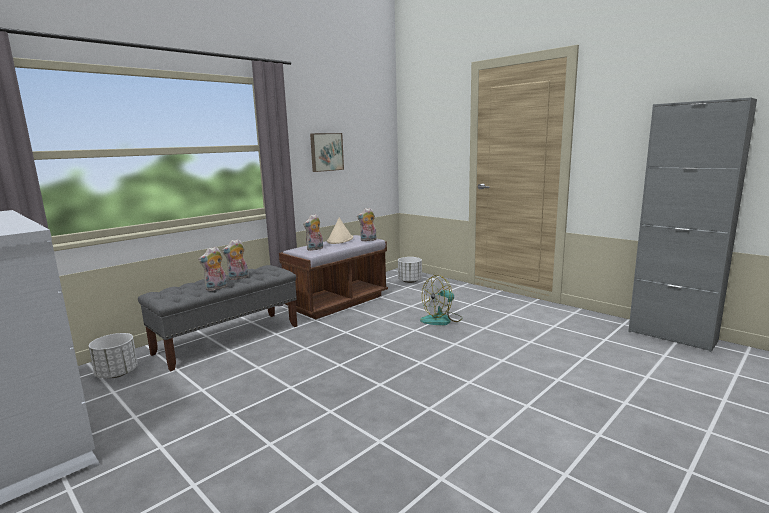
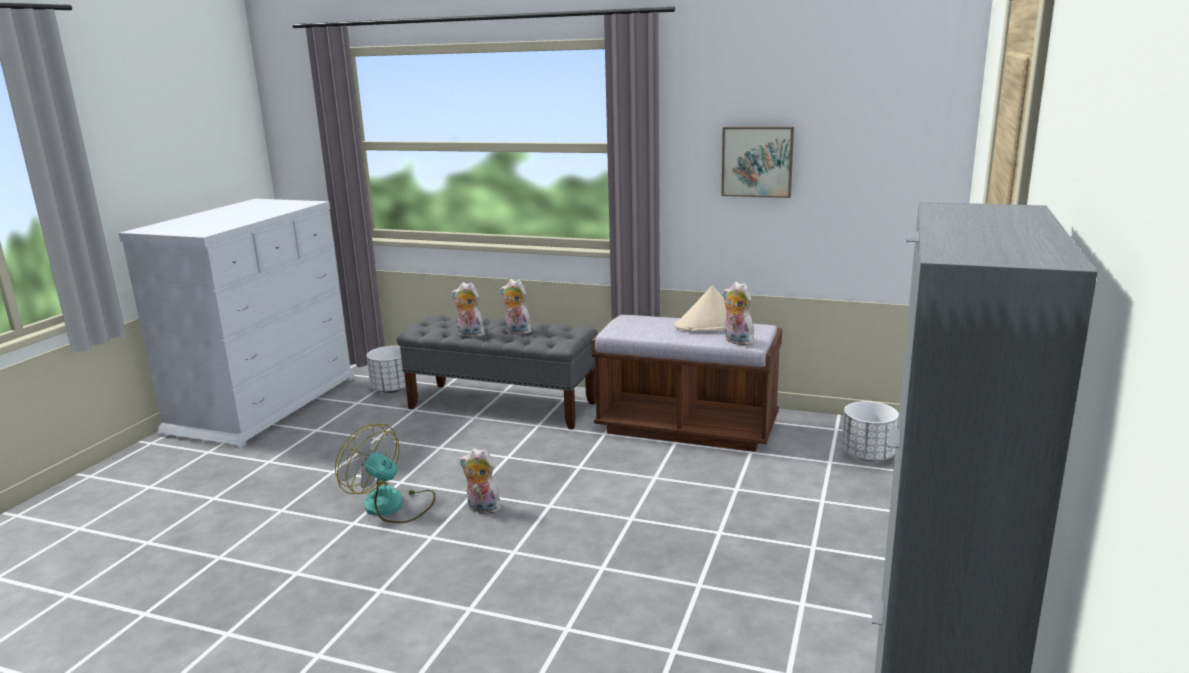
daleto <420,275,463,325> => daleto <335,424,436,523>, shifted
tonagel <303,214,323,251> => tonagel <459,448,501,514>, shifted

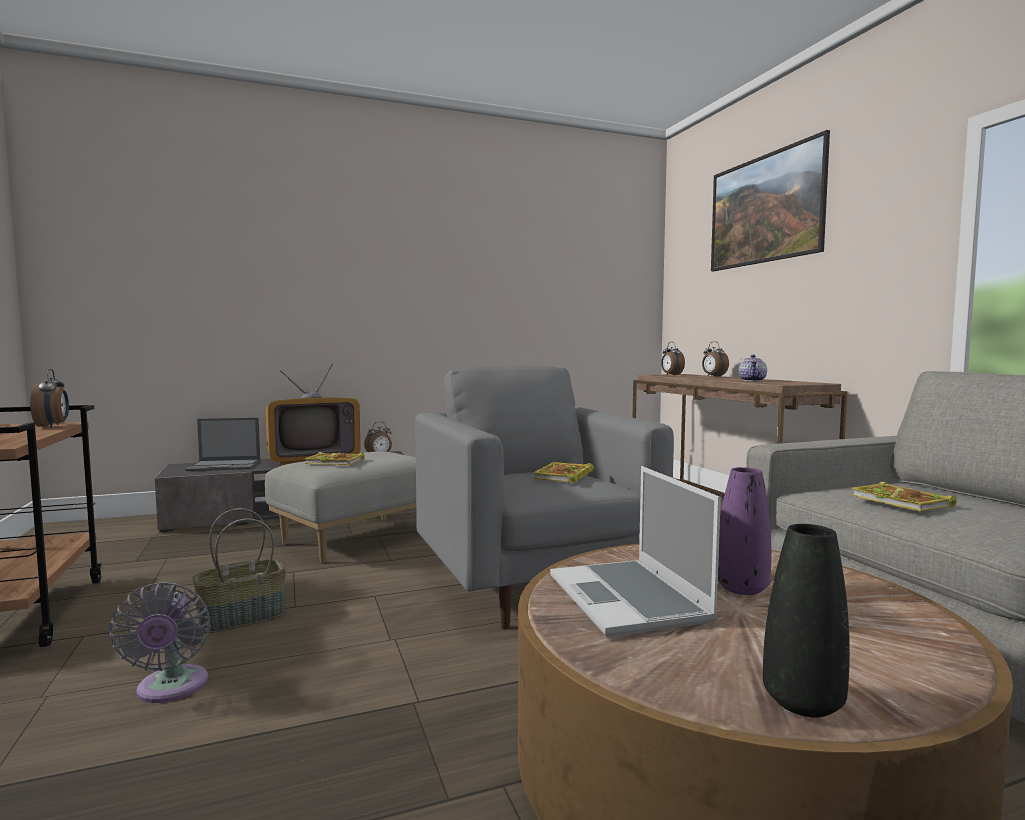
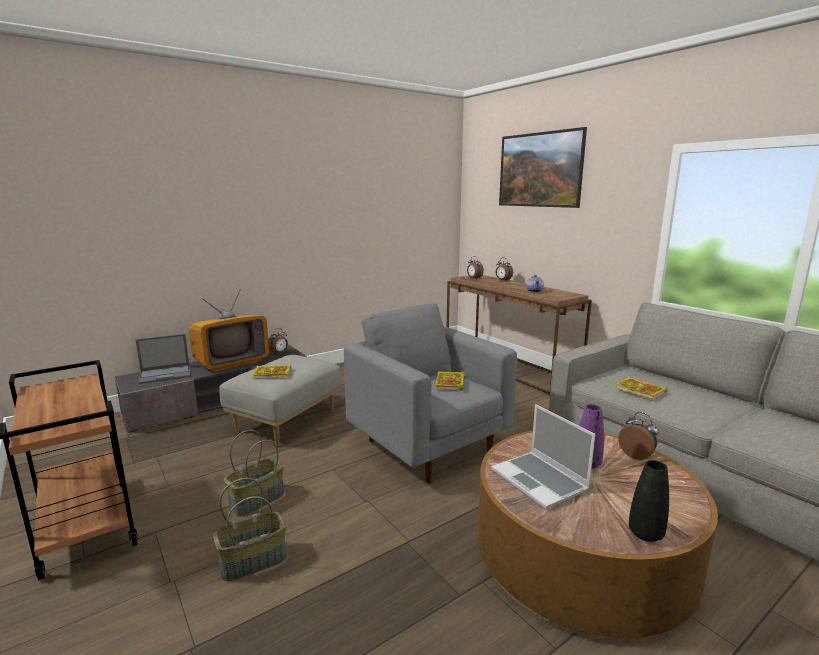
daleto (grey) <109,582,211,703> => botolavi <213,478,287,582>
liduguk <30,369,69,427> => liduguk <618,412,659,460>, shifted

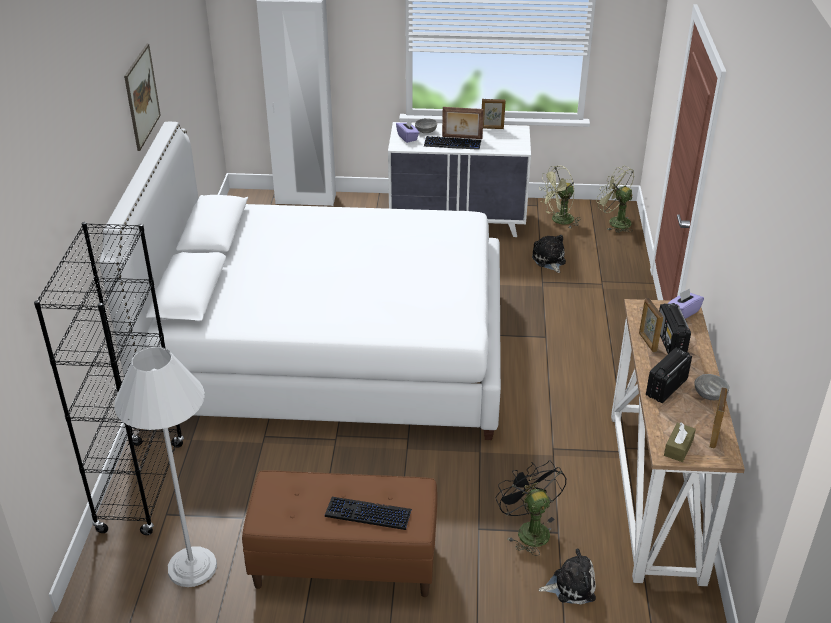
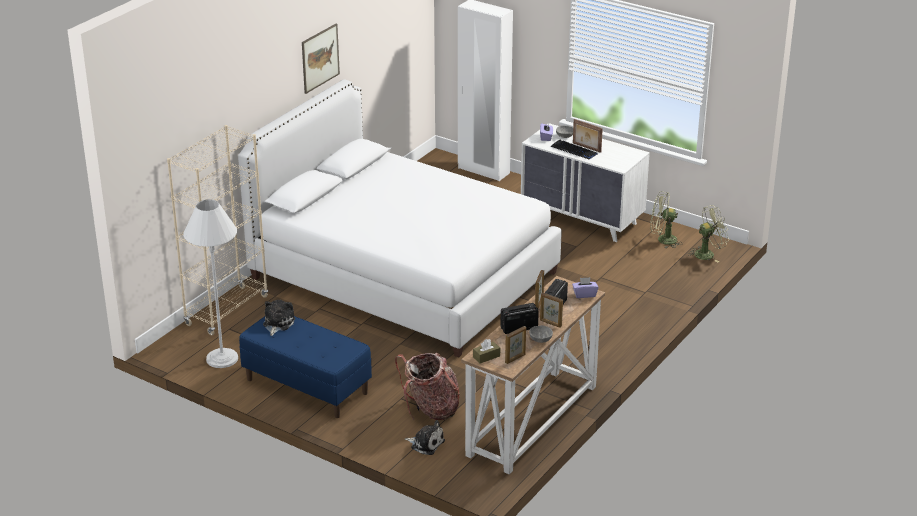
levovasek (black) <34,222,184,535> => levovasek (beige) <167,125,268,335>
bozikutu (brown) <242,471,437,597> => bozikutu (blue) <239,316,372,418>
tonagel <532,235,566,273> => tonagel <263,300,295,336>, shifted
daleto (black) <496,460,567,556> => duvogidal <395,352,460,420>
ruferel <482,99,506,129> => ruferel <540,292,563,328>, shifted
daleto (green) <596,166,634,233> => daleto (green) <687,205,729,262>, 90 degrees clockwise
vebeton <325,497,412,530> => nothing

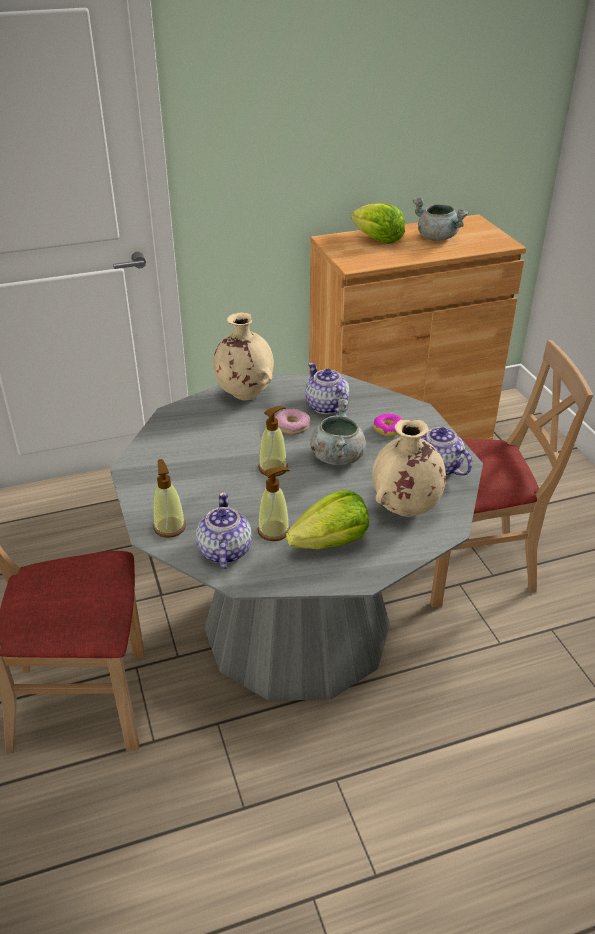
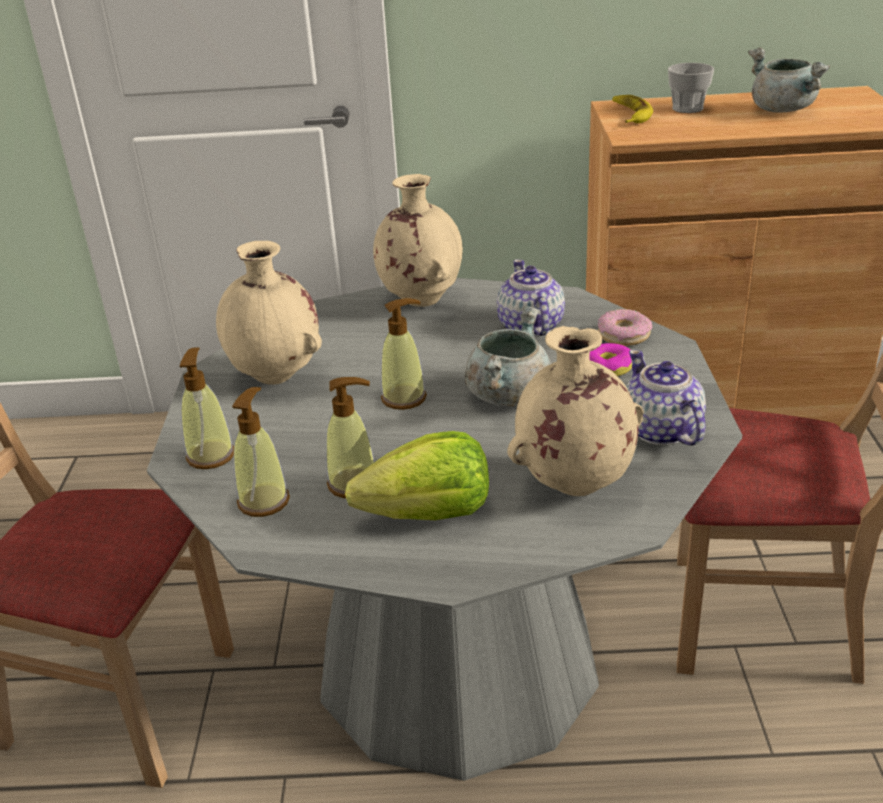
nothing => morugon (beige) <216,241,322,385>
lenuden <196,492,252,570> => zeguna <232,387,290,517>
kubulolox <275,409,311,435> => kubulolox <598,309,652,346>, shifted
nothing => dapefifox <612,95,653,123>
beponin <351,203,405,244> => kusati <668,63,714,113>

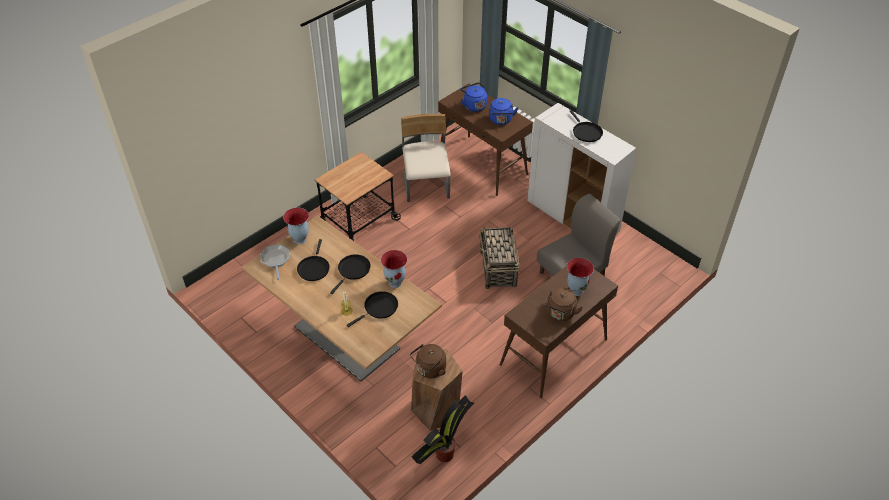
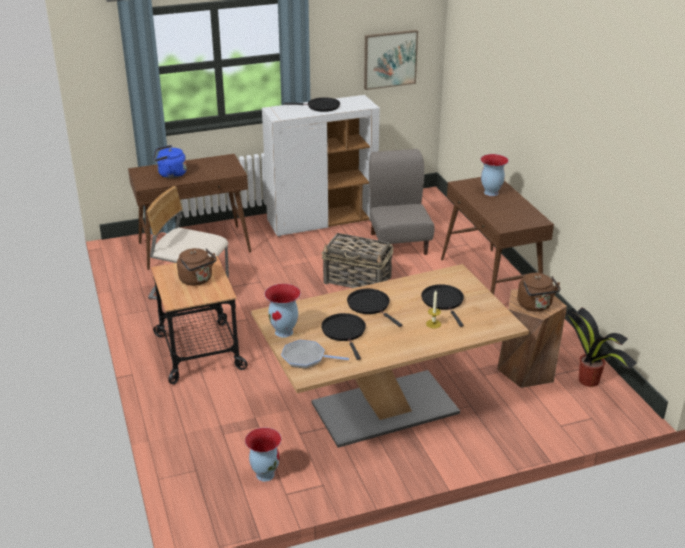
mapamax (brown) <545,288,583,321> => mapamax (brown) <177,248,217,286>, shifted
morugon <381,250,407,288> => morugon <245,428,281,482>, shifted
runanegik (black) <297,239,330,281> => runanegik (black) <321,313,366,360>, 135 degrees counterclockwise
nothing => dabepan <364,30,418,90>
mapamax (blue) <489,98,518,125> => nothing

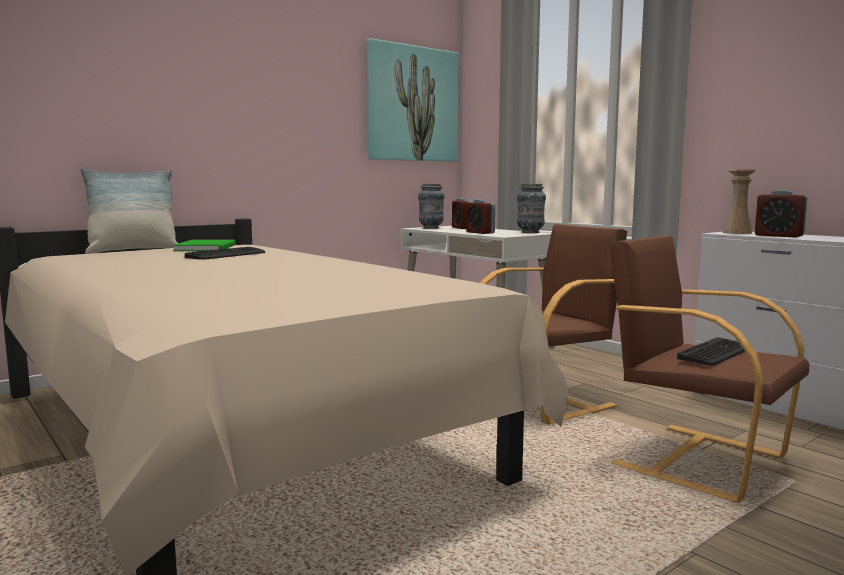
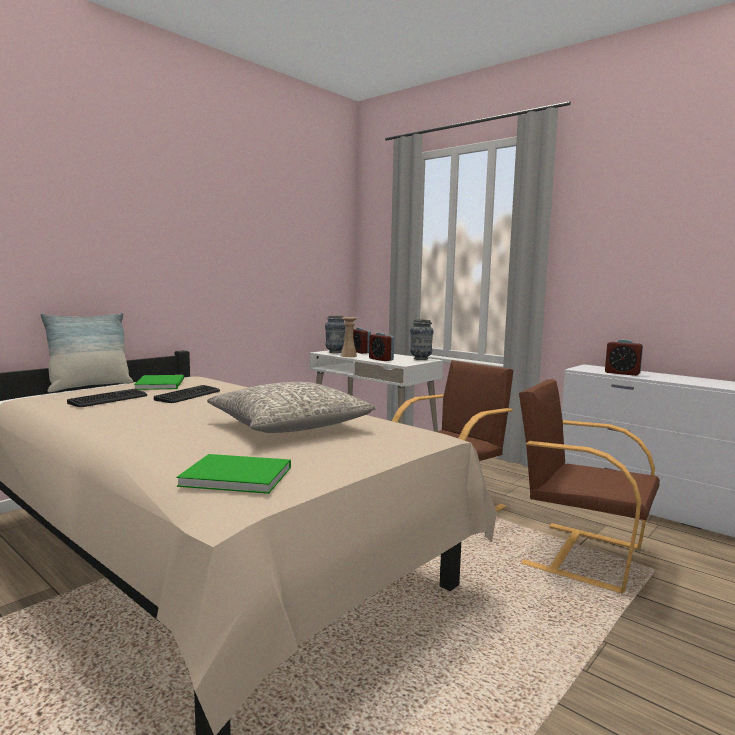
vebeton <677,337,745,365> => vebeton <67,389,147,407>, shifted
nothing => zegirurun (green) <176,454,291,494>
nothing => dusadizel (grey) <207,382,376,433>
morugon (beige) <723,169,756,234> => morugon (beige) <341,317,357,357>, shifted
dabepan <367,38,459,162> => nothing

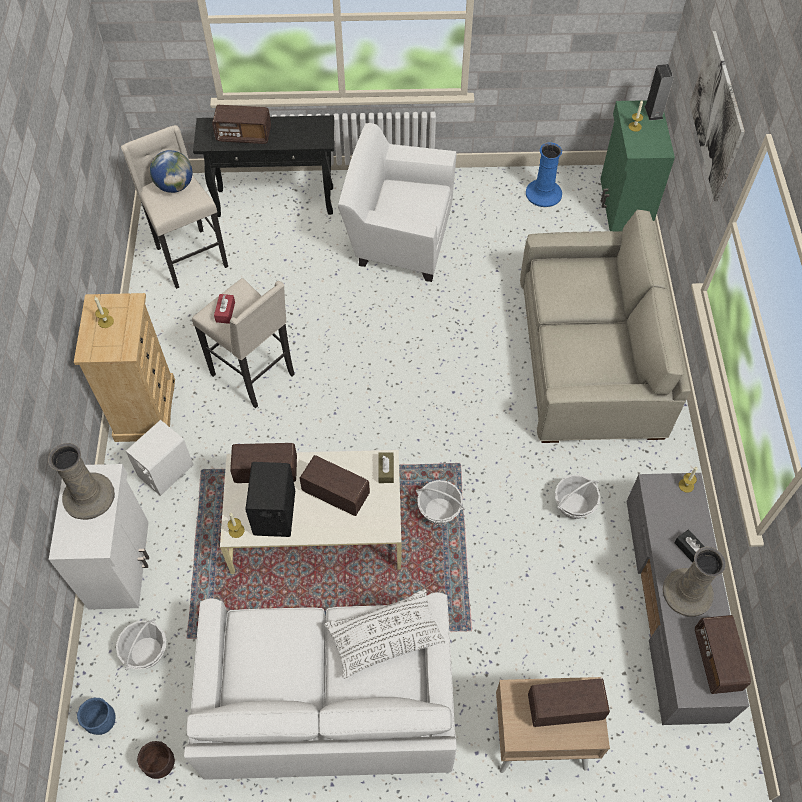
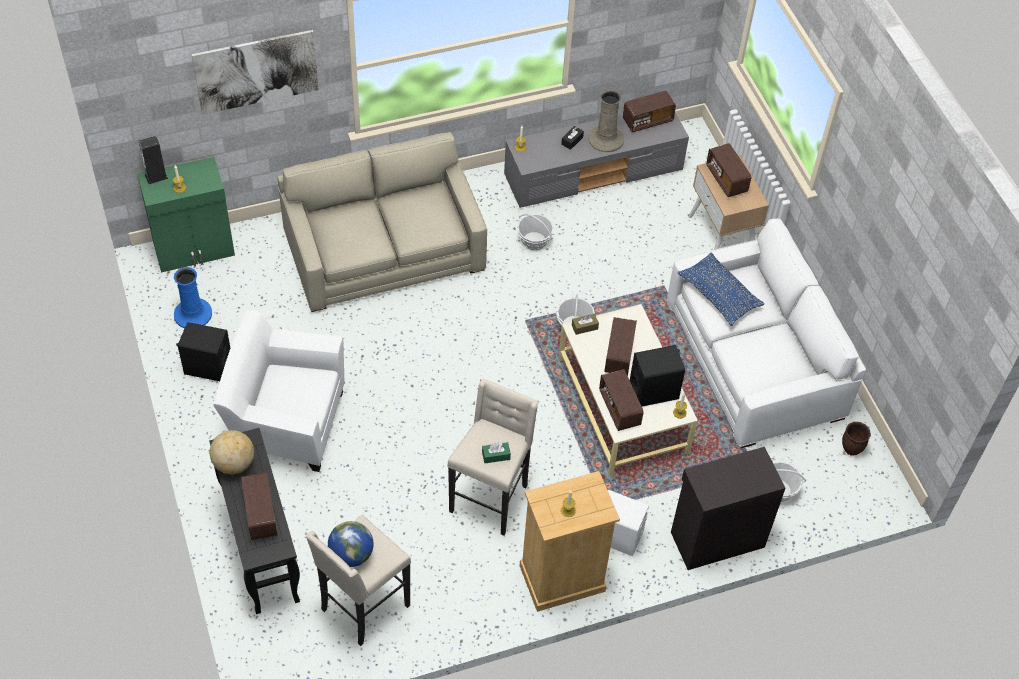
nothing => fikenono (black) <176,322,230,381>
nothing => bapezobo <210,430,254,474>
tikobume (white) <338,123,456,282> => tikobume (white) <213,310,344,472>, 105 degrees clockwise
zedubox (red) <214,294,235,324> => zedubox (green) <482,442,511,463>
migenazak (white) <49,464,149,609> => migenazak (black) <671,447,786,570>
dusadizel (white) <325,589,446,679> => dusadizel (blue) <678,253,765,326>
morugon (beige) <48,443,115,520> => nothing
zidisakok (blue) <77,698,116,735> => nothing

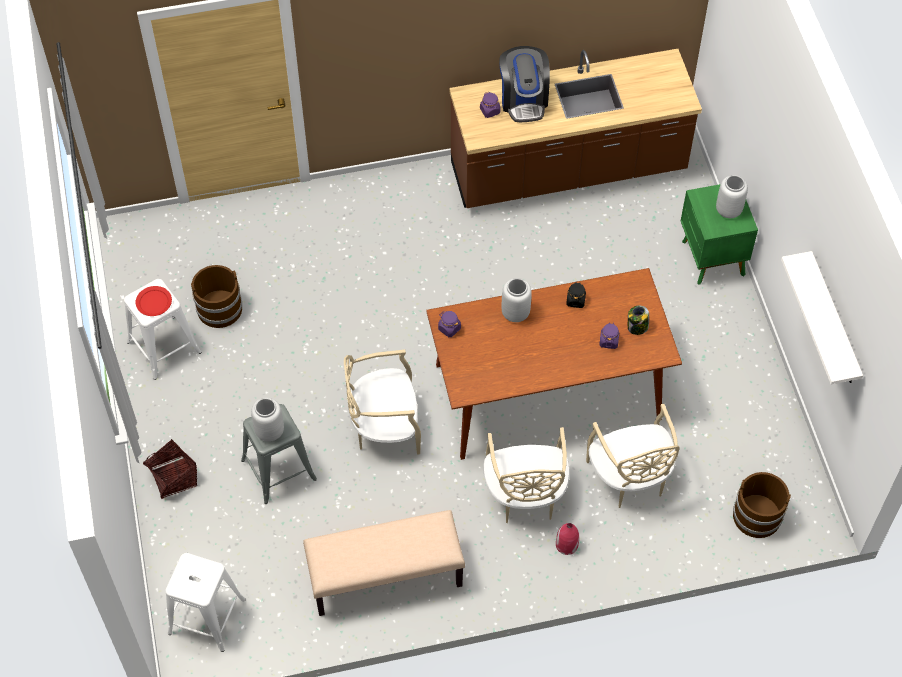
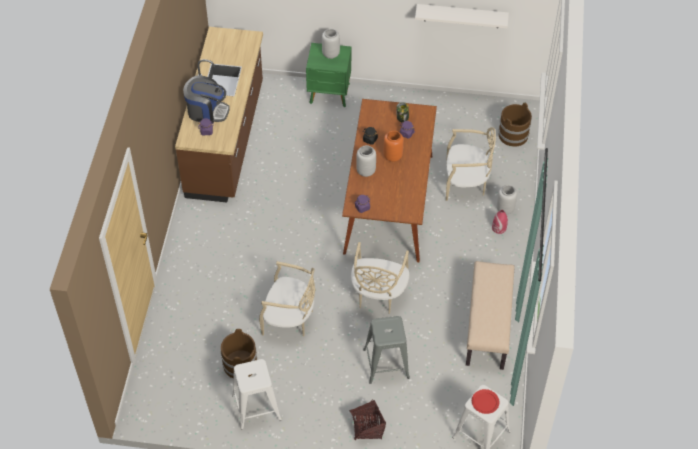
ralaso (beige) <483,427,570,523> => ralaso (beige) <259,261,315,336>, shifted
nothing => morugon (orange) <384,131,403,162>
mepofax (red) <136,286,172,316> => mepofax (red) <472,389,500,414>, shifted
morugon (grey) <251,397,284,442> => morugon (grey) <497,185,517,214>, shifted

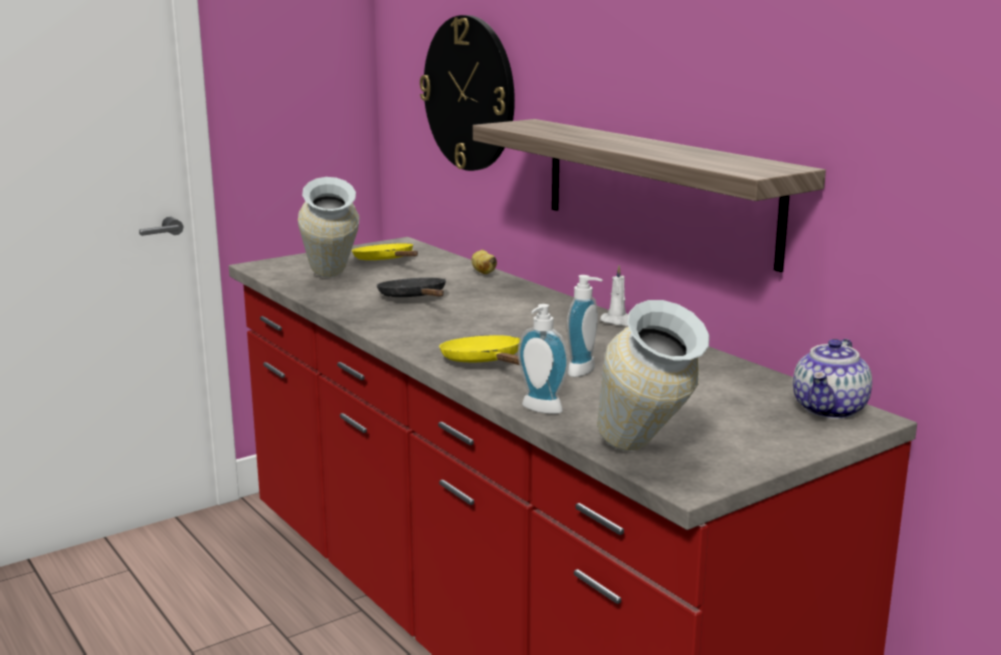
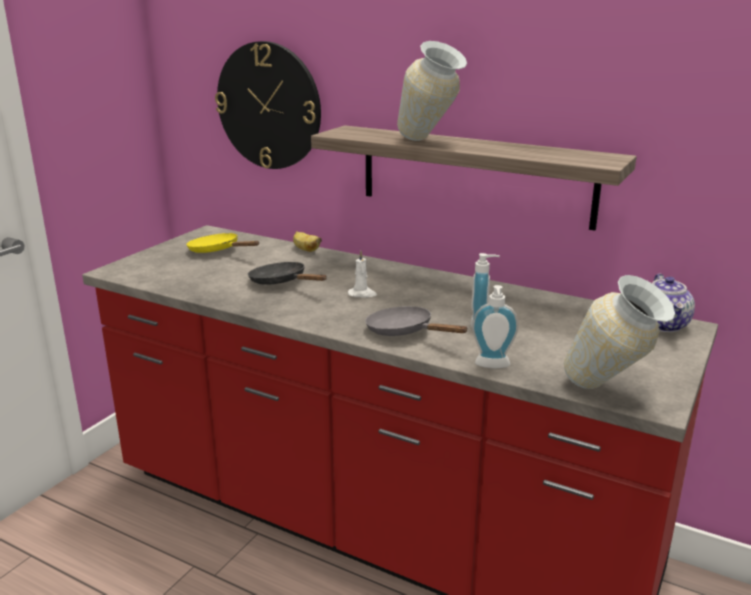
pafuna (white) <600,265,628,326> => pafuna (white) <348,251,377,298>, shifted
runanegik (yellow) <439,335,520,365> => runanegik (grey) <365,306,468,336>
morugon <298,177,359,278> => morugon <397,41,467,141>, shifted

